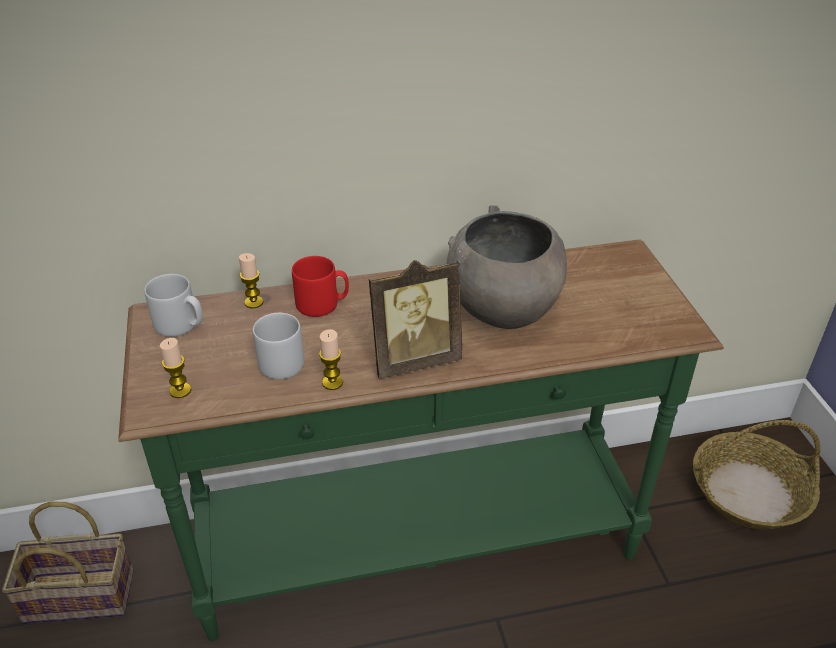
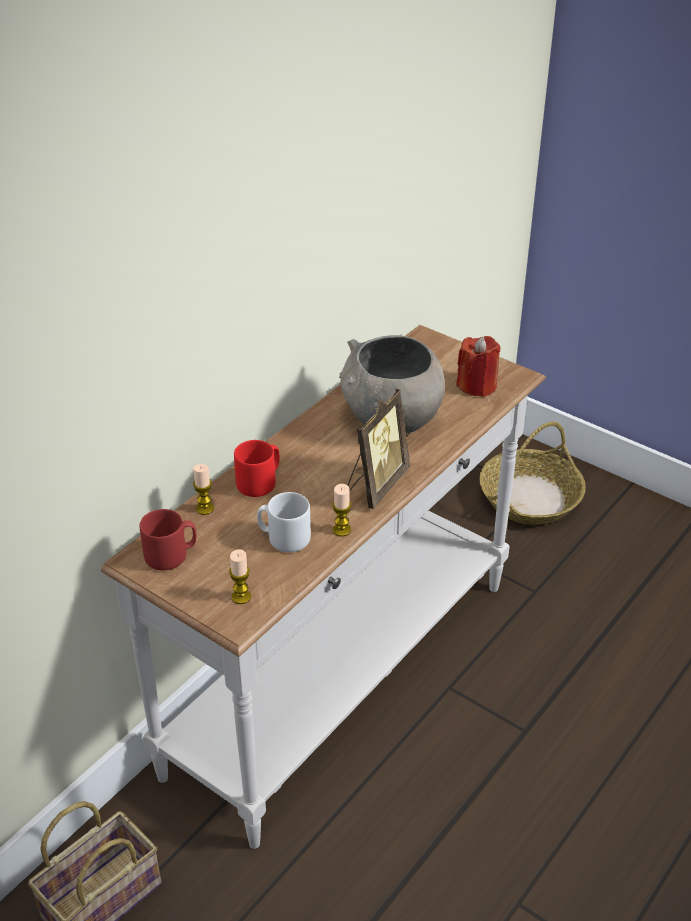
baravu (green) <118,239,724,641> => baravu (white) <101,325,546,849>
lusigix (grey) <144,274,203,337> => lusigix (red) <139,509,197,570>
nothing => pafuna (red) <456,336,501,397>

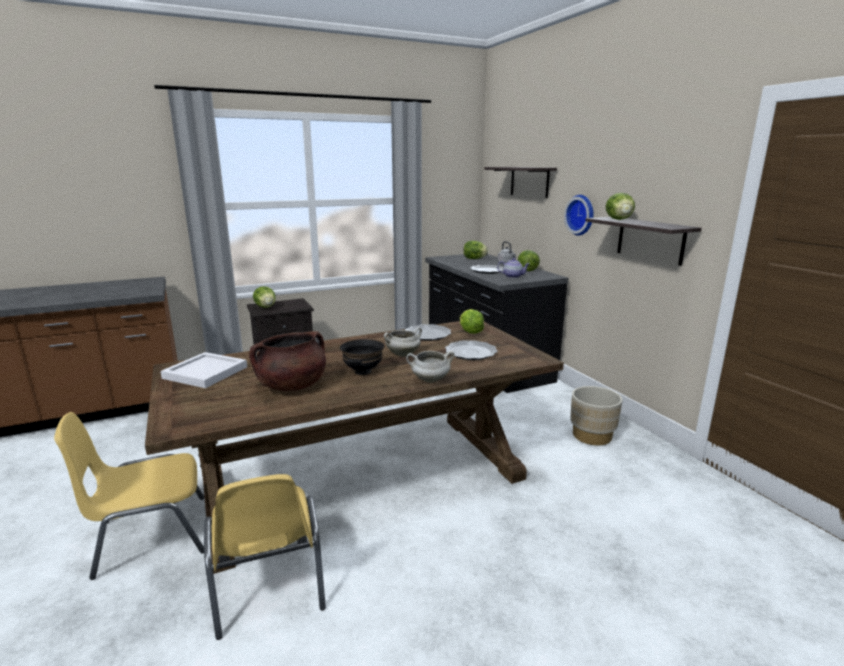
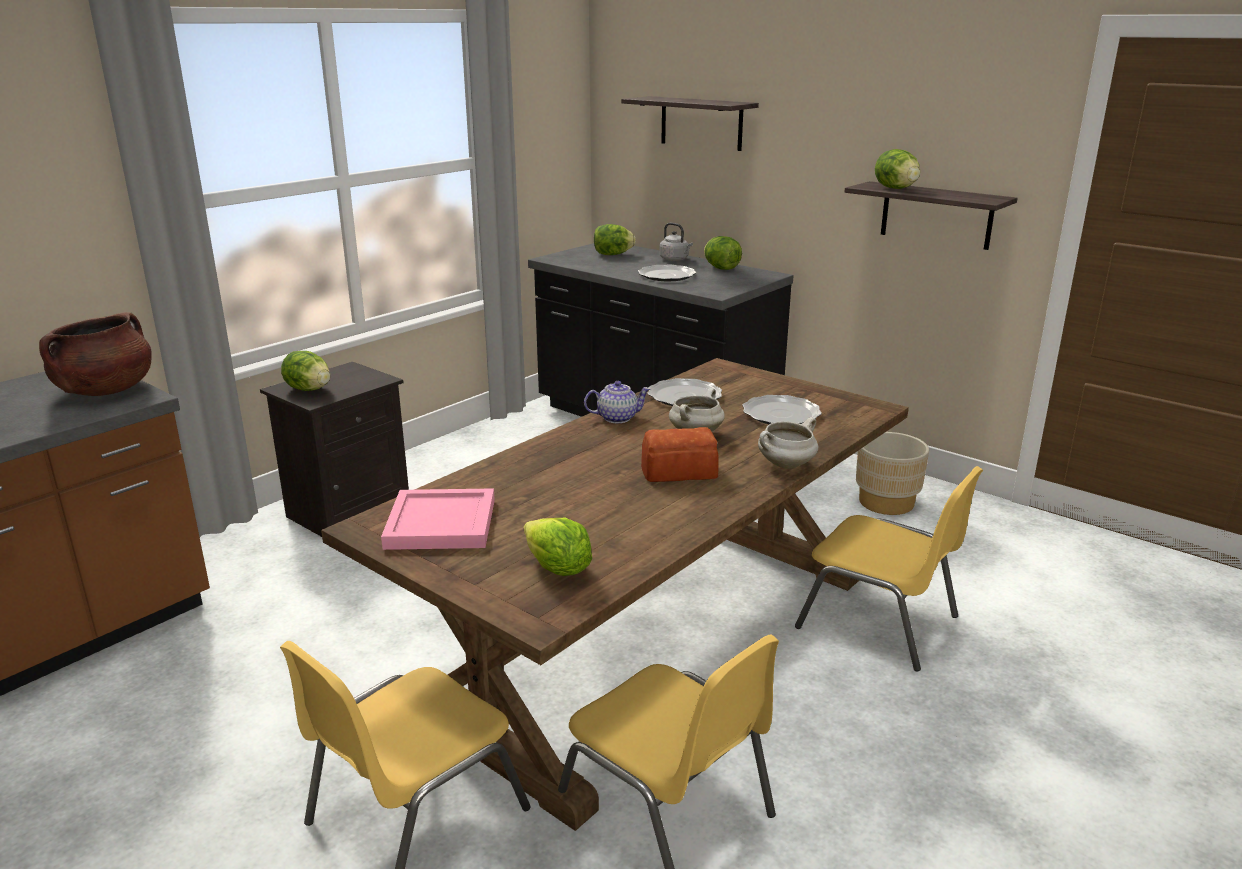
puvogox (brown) <249,331,326,391> => puvogox (brown) <39,312,152,396>, shifted
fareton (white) <160,352,247,388> => fareton (pink) <381,488,495,550>
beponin <460,309,484,334> => beponin <524,518,592,576>, shifted
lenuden <497,258,530,278> => lenuden <584,381,651,423>, shifted
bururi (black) <340,339,384,375> => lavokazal <641,427,719,482>
nothing => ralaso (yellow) <795,466,983,671>
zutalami <564,195,594,236> => nothing

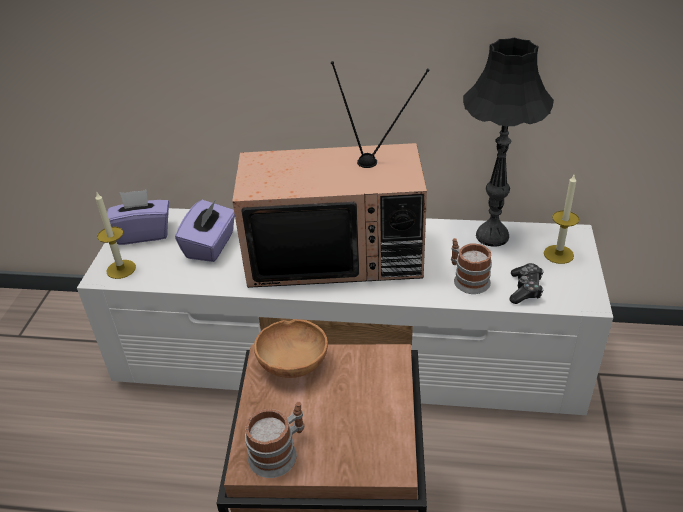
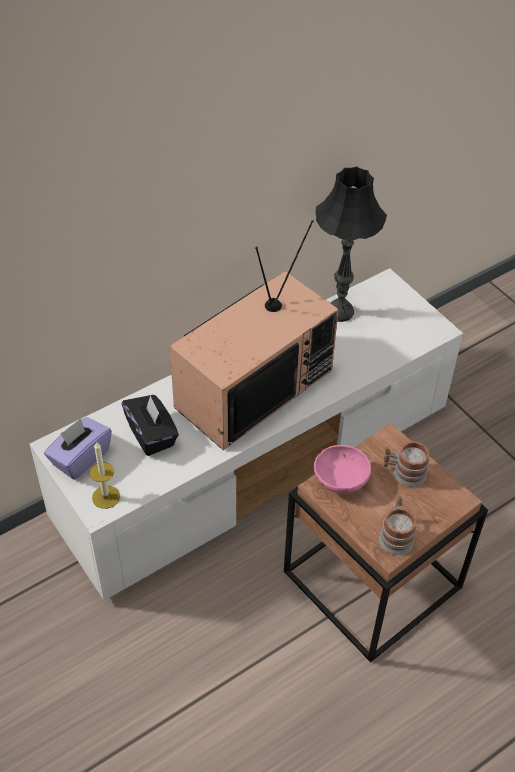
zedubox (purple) <175,200,235,262> => zedubox (black) <122,395,179,456>
bururi (brown) <254,319,328,378> => bururi (pink) <314,445,371,494>
lusigix <451,238,492,294> => lusigix <383,441,429,487>, shifted
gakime <509,263,544,304> => nothing
pafuna <544,175,579,264> => nothing

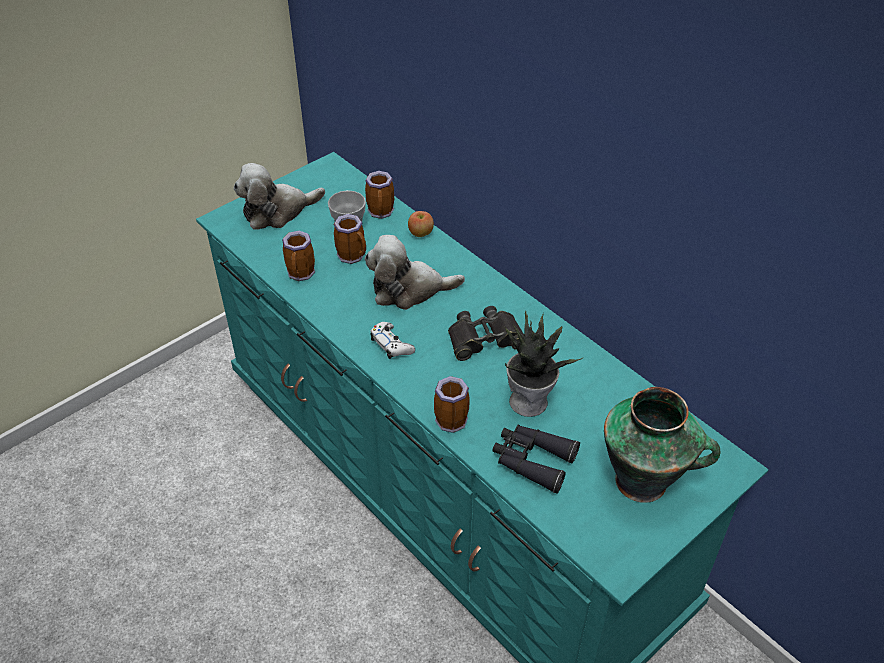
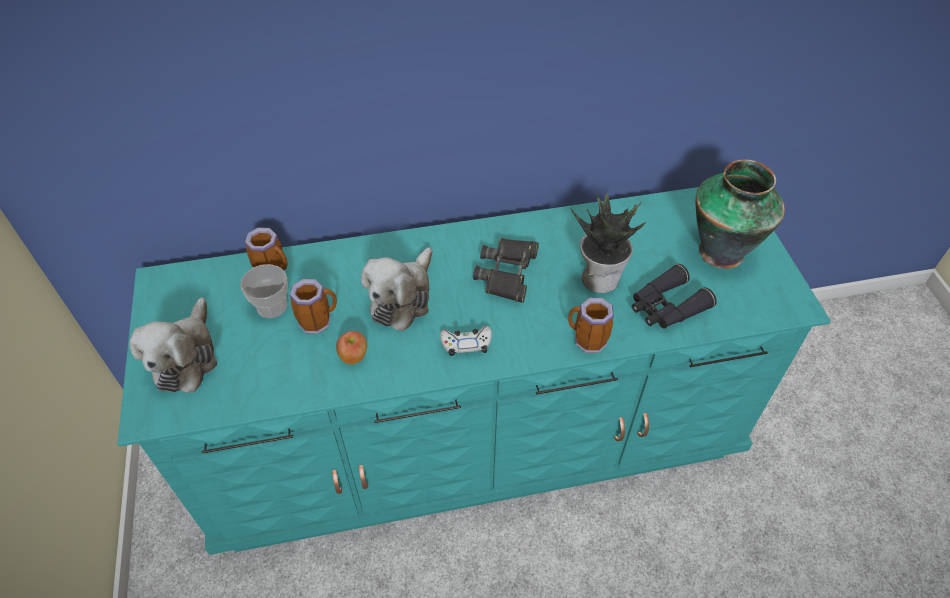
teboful <408,211,434,237> => teboful <336,331,367,364>, shifted
lusigix <282,231,315,281> => nothing

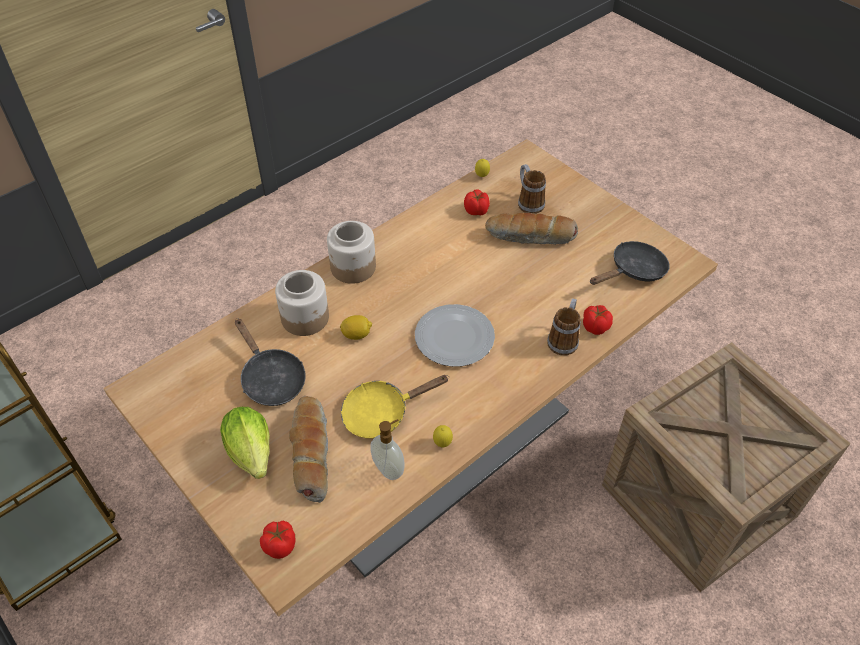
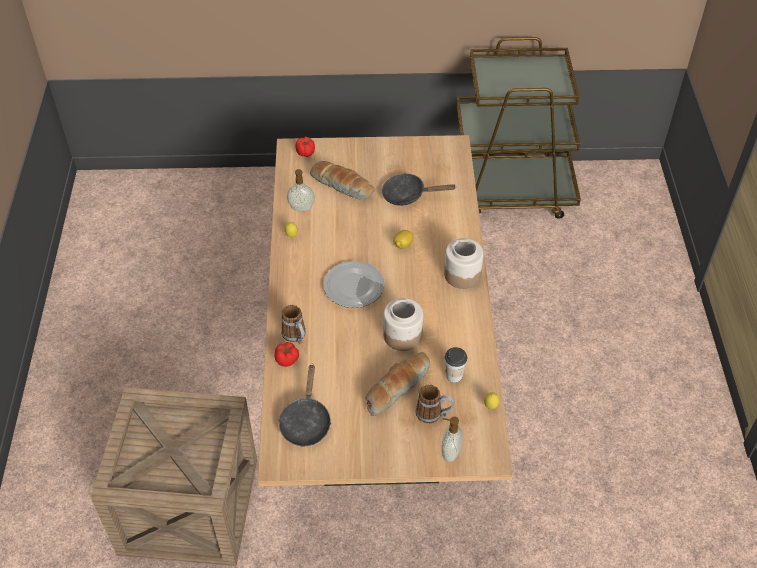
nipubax <275,270,329,336> => nipubax <383,298,423,351>, shifted
nothing => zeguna <441,417,463,462>
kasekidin <464,189,490,215> => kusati <445,347,467,382>
beponin <220,407,270,479> => nothing
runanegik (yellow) <341,375,449,439> => nothing

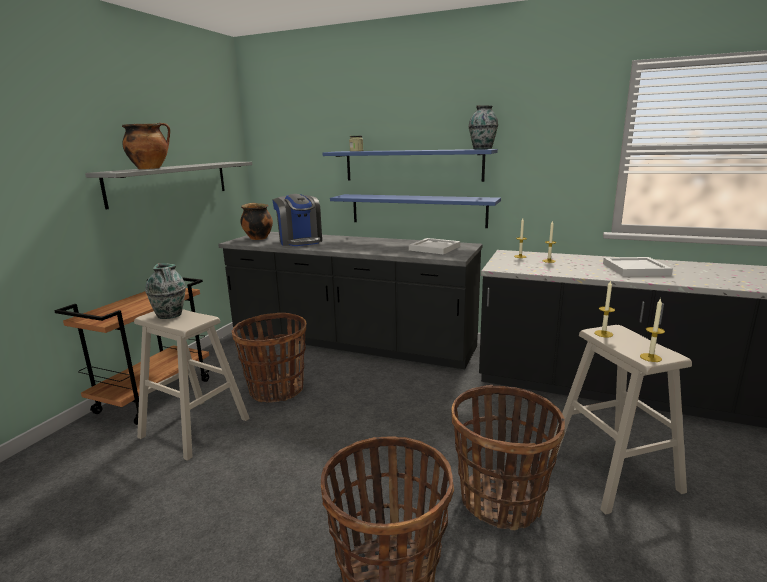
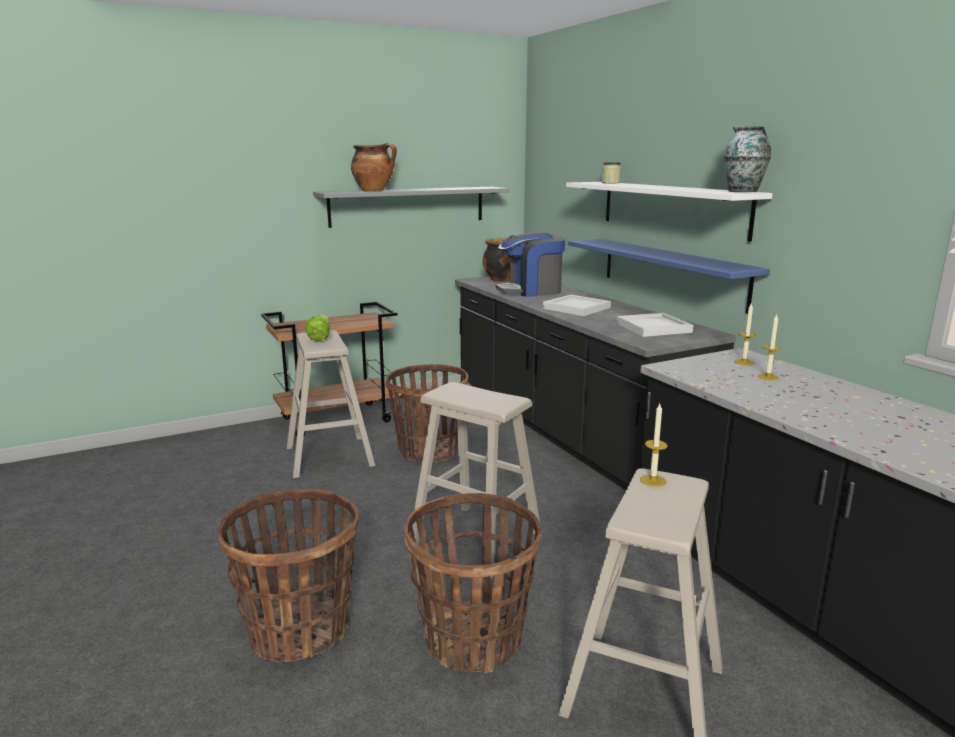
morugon <145,263,186,319> => beponin <305,315,330,341>
nothing => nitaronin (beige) <413,382,542,579>
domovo <272,194,322,246> => domovo <496,232,565,297>, 60 degrees clockwise
fareton (white) <603,257,673,276> => fareton (white) <543,295,611,316>, shifted
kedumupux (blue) <323,149,498,182> => kedumupux (white) <566,182,773,242>
pafuna <640,298,665,362> => nothing

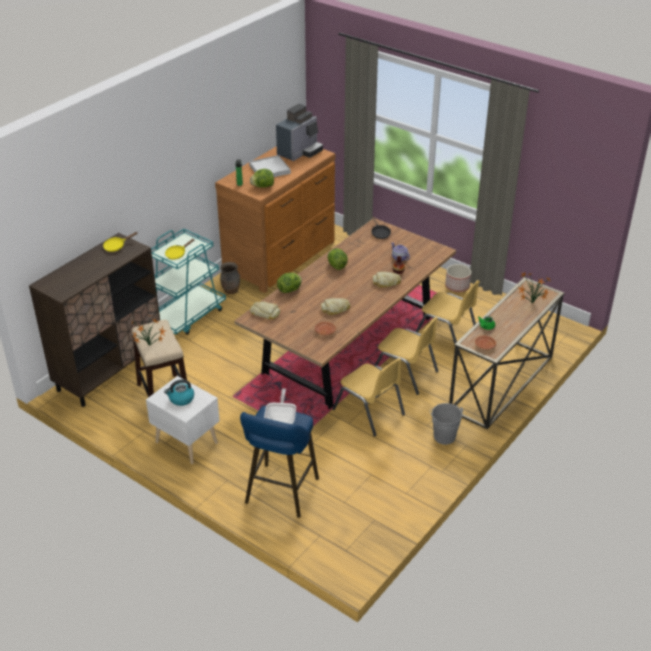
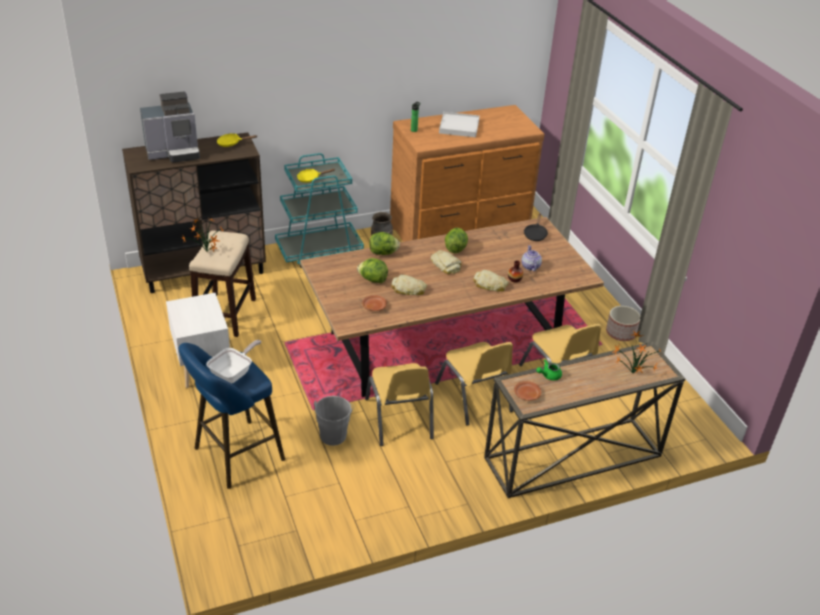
domovo <276,104,323,161> => domovo <140,92,200,163>, shifted
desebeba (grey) <429,403,463,445> => desebeba (grey) <314,396,354,446>, shifted
beponin <250,169,274,188> => beponin <357,258,388,283>, shifted
lavokazal <250,302,280,319> => lavokazal <431,250,462,274>, shifted
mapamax <164,379,194,406> => nothing

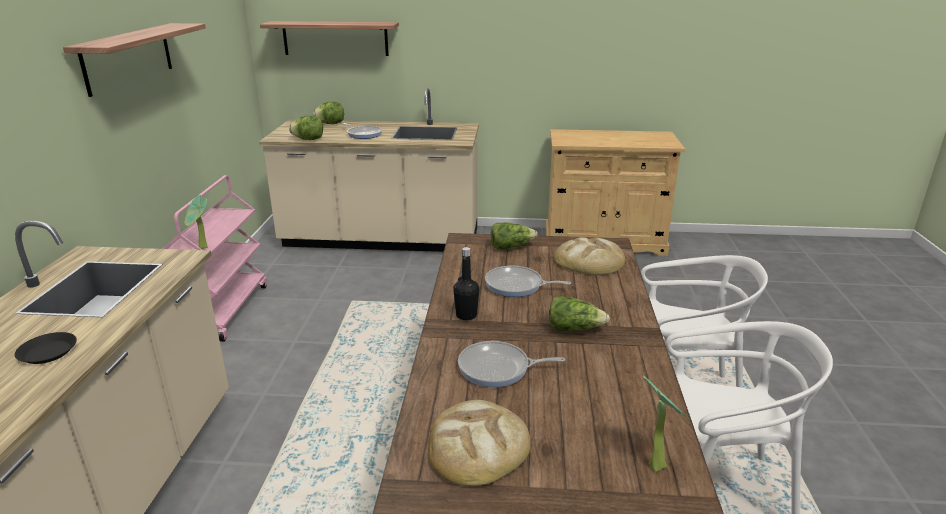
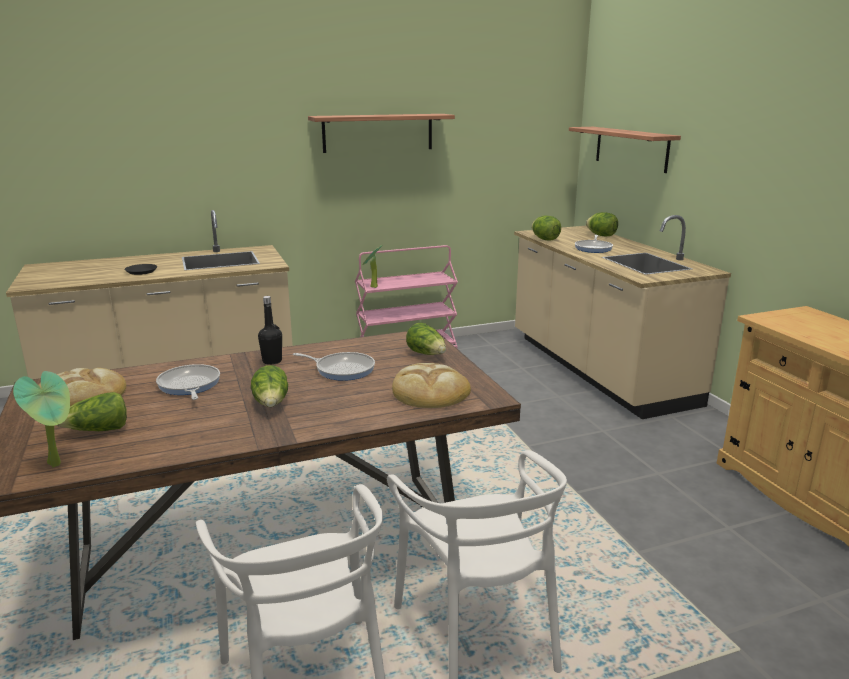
nothing => beponin <56,392,127,431>
runanegik <485,266,571,297> => runanegik <293,352,375,381>, 120 degrees clockwise

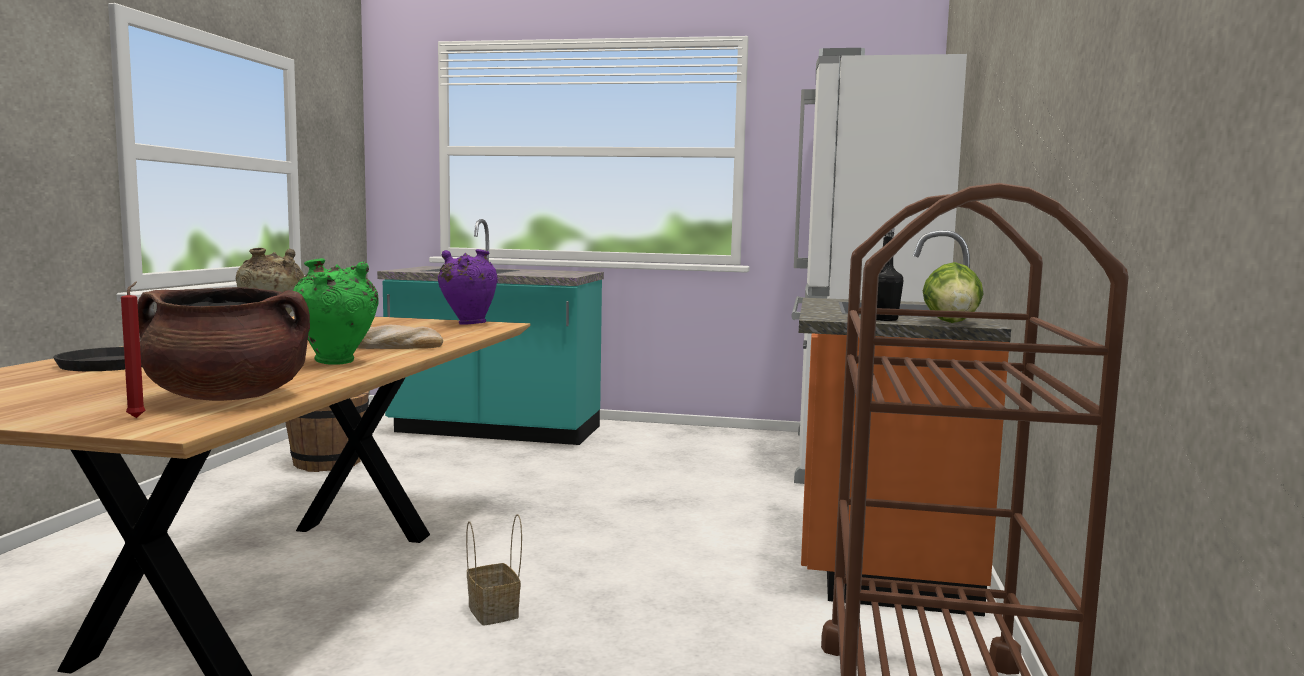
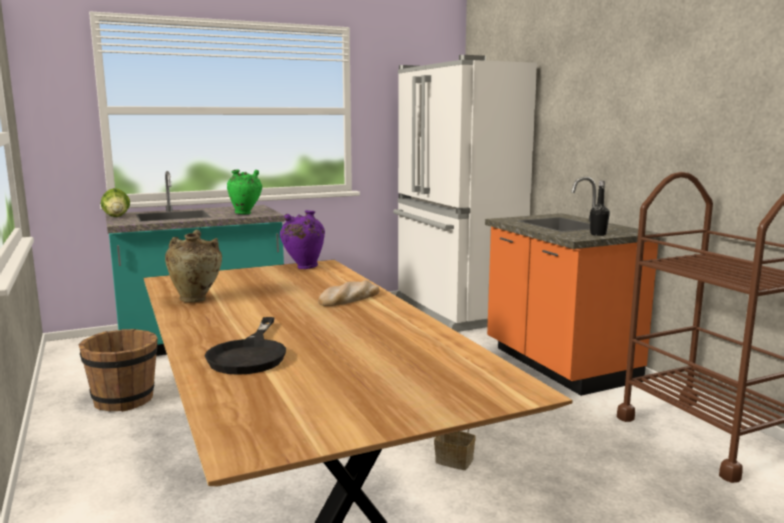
beponin <923,262,984,323> => beponin <101,188,130,217>, shifted
morugon (green) <293,258,379,365> => morugon (green) <227,169,262,214>, shifted
pafuna (red) <121,281,145,418> => nothing
puvogox (brown) <138,287,310,401> => nothing

